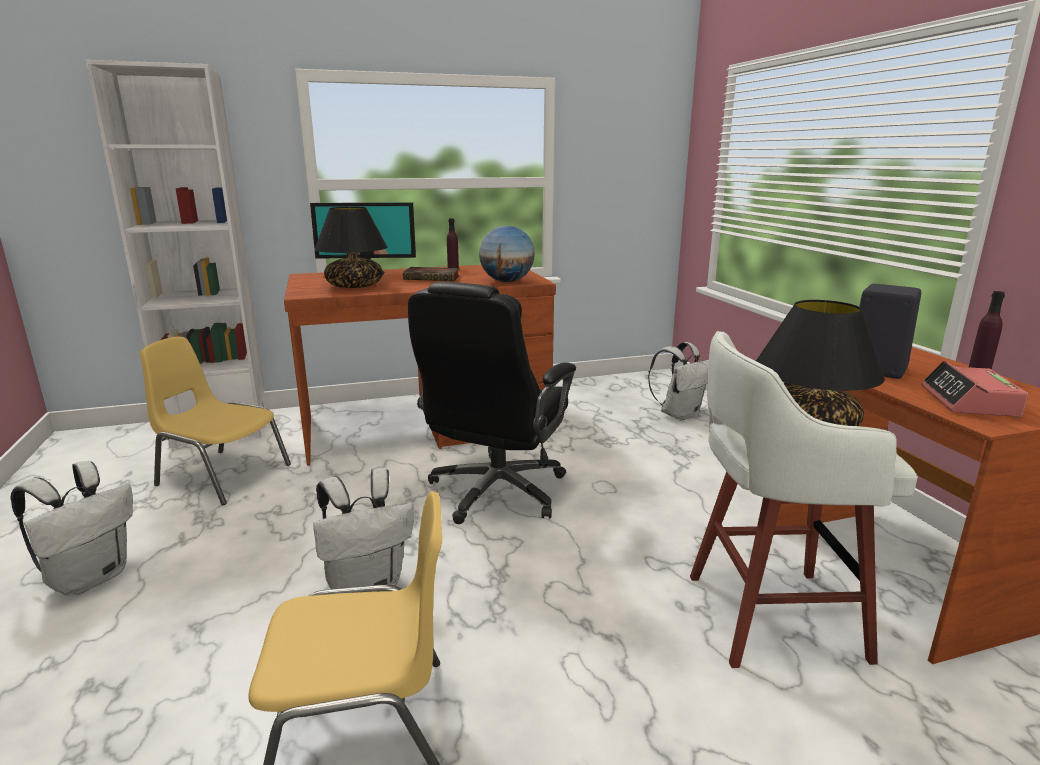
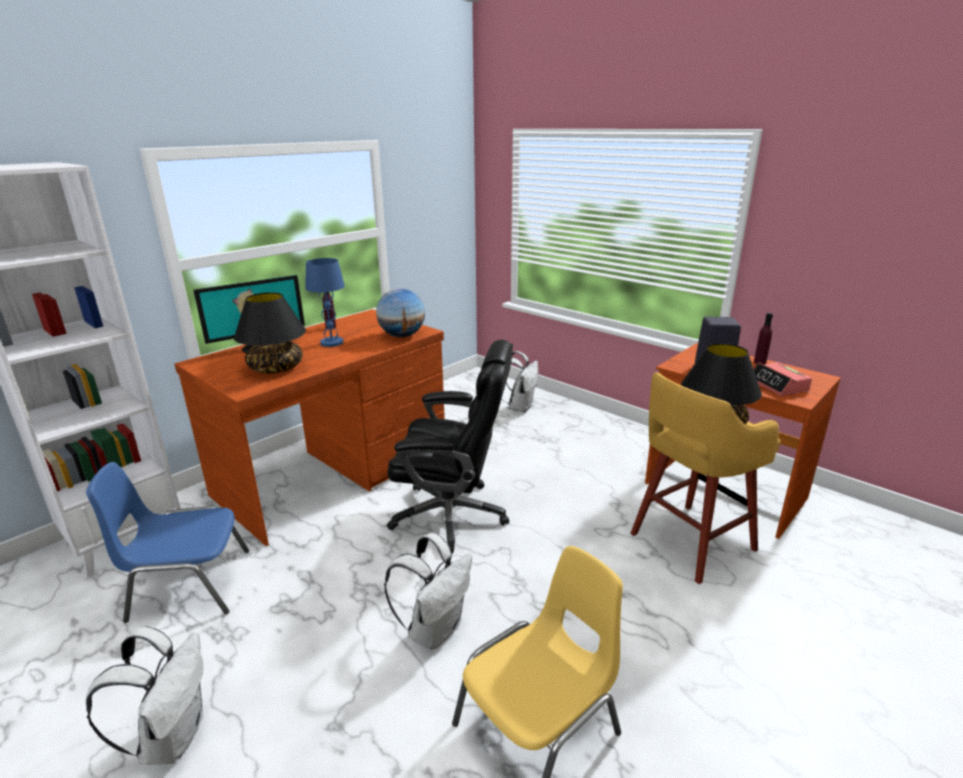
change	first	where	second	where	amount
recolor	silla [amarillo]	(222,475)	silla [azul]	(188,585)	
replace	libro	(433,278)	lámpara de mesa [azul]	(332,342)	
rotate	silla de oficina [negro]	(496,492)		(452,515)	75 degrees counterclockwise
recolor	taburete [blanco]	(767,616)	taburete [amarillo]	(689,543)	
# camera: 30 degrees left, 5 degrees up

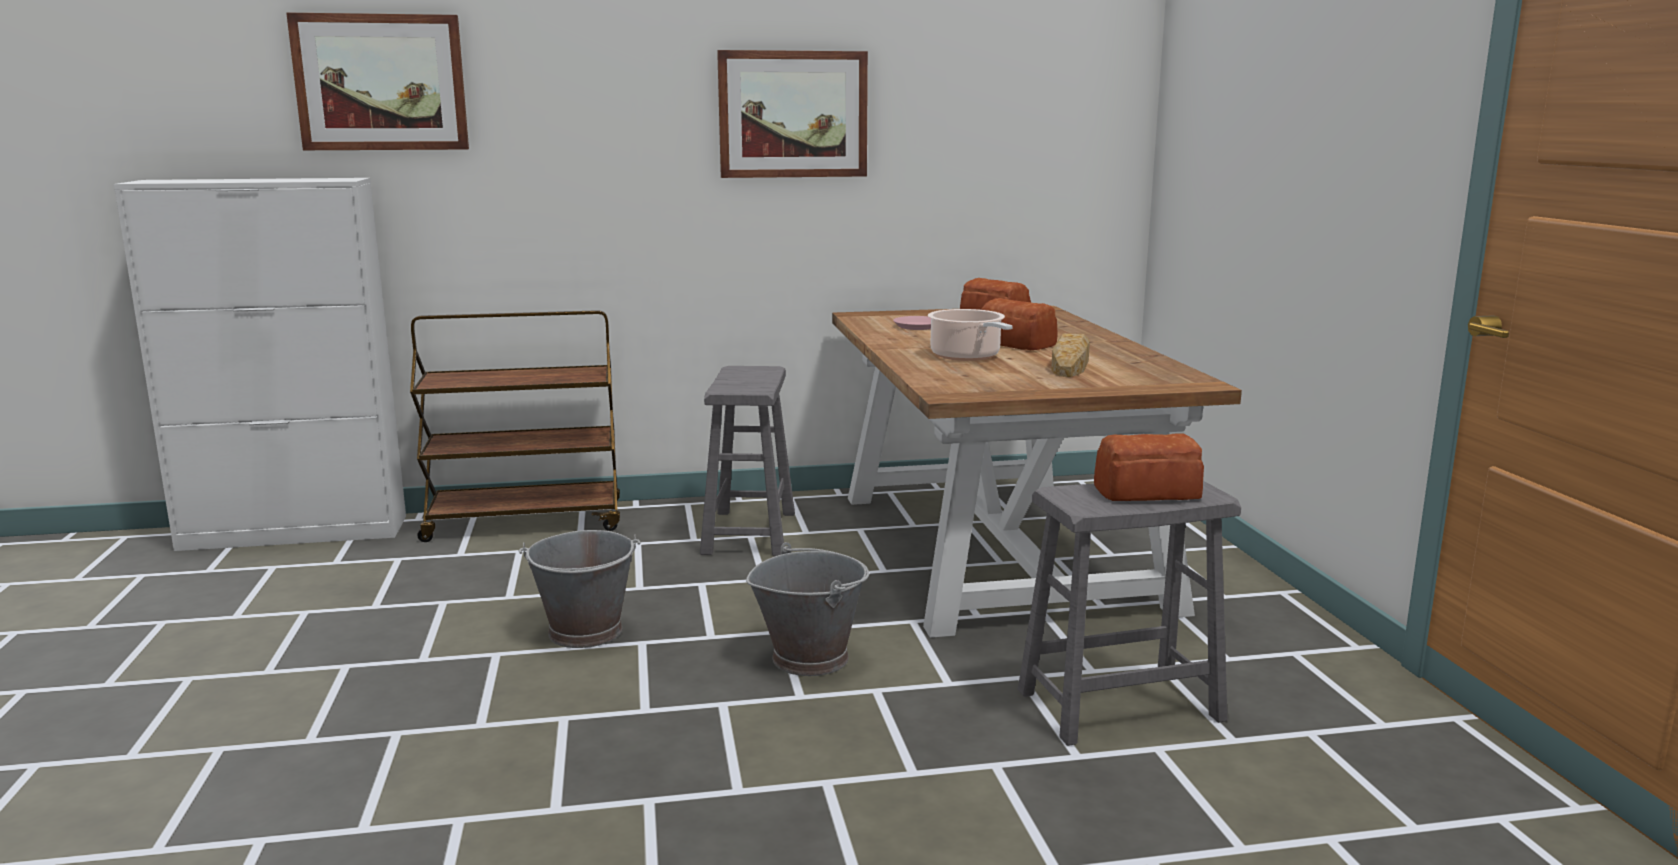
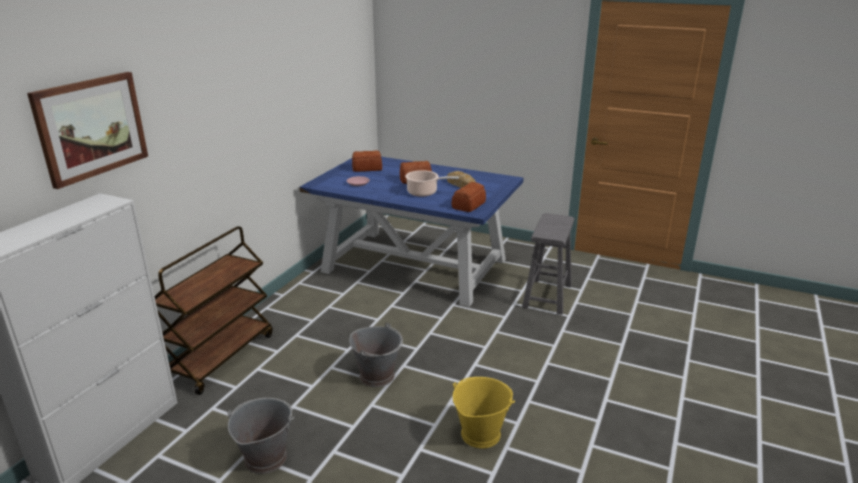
change	first	where	second	where	amount
delete	taburete [gris]	(749,533)			
delete	cuadro	(793,114)			
move	cubo [gris]	(810,657)		(265,457)	
recolor	mesa de comedor [marrón]	(999,550)	mesa de comedor [azul]	(415,265)	
move	pan	(1149,492)		(469,205)	
insert			cubo [amarillo]	(480,433)	
# camera: 55 degrees left, 10 degrees up

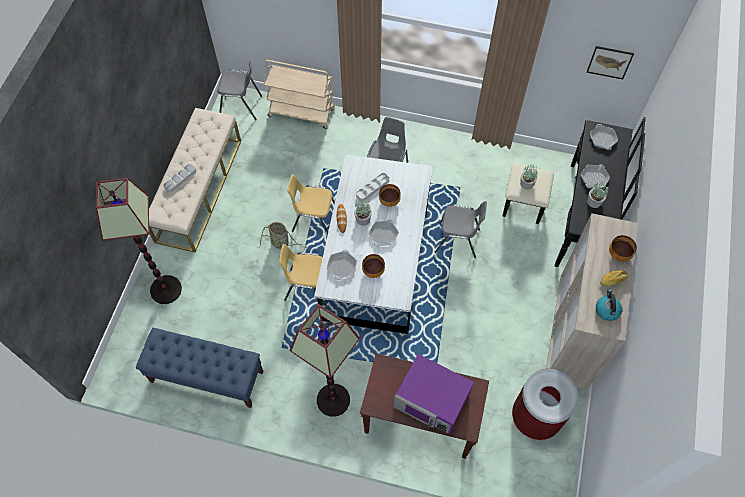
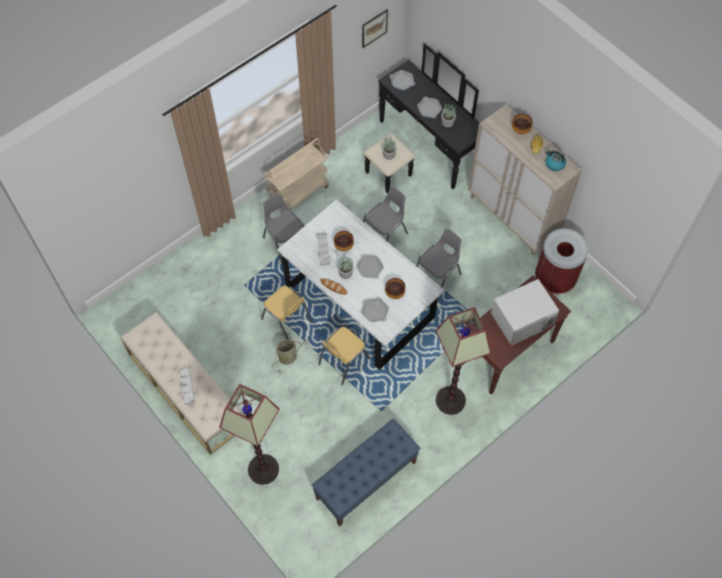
change	first	where	second	where	amount
move	silla [gris]	(241,106)		(437,277)	
move	carrito [beis]	(302,112)		(297,194)	
rotate	silla [amarillo]	(314,220)		(287,321)	90 degrees counterclockwise
recolor	microondas [morado]	(432,400)	microondas [blanco]	(523,318)	
# camera: 55 degrees left, 0 degrees up

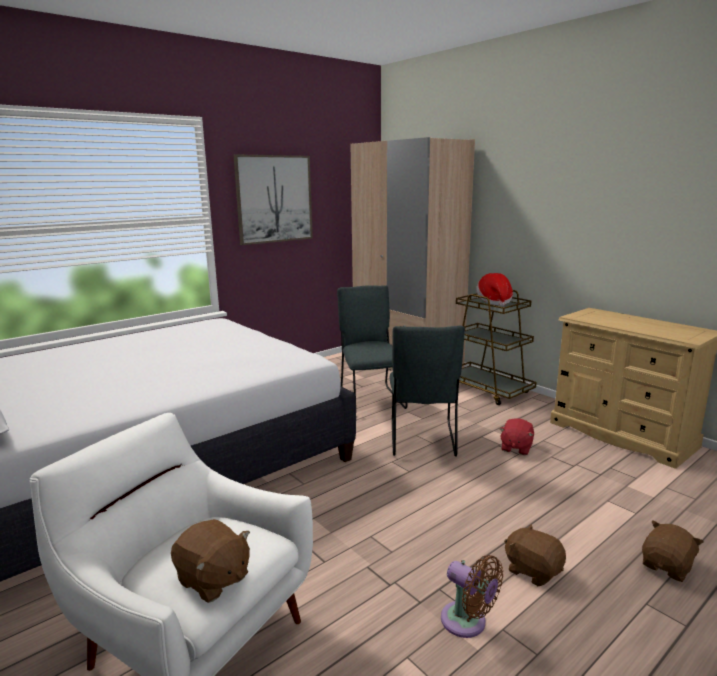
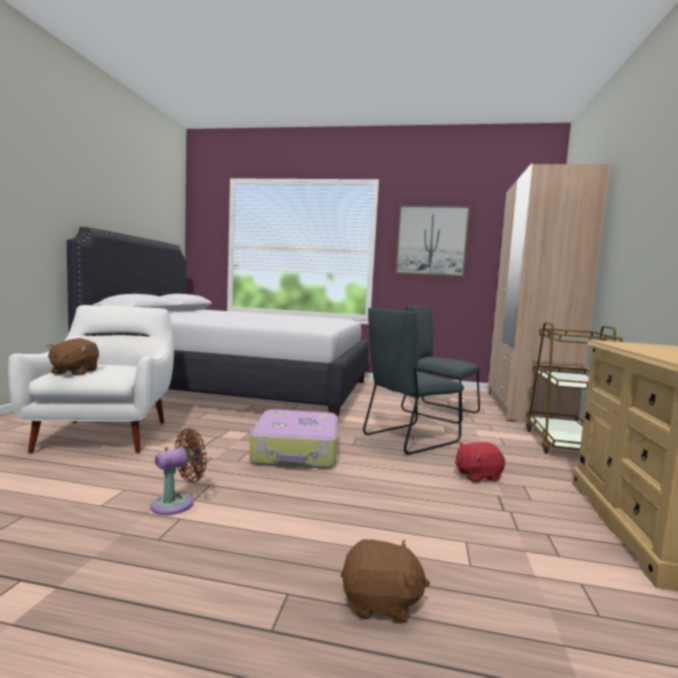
change	first	where	second	where	amount
rotate	silla [gris]	(371,399)		(436,411)	90 degrees counterclockwise
rotate	ventilador [marrón]	(467,623)		(177,503)	135 degrees counterclockwise
delete	sombrero	(494,302)			
delete	peluche [marrón]	(533,570)			
insert			maleta	(296,452)	
# camera: 50 degrees right, 10 degrees down

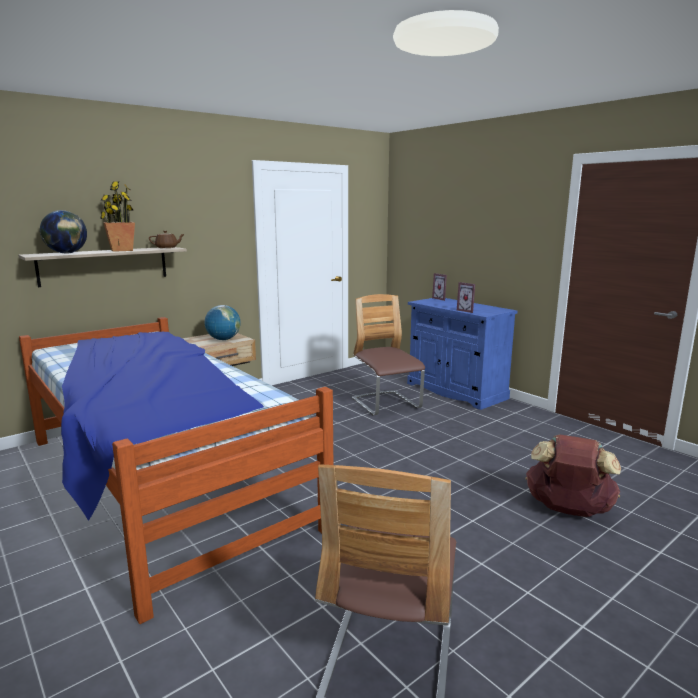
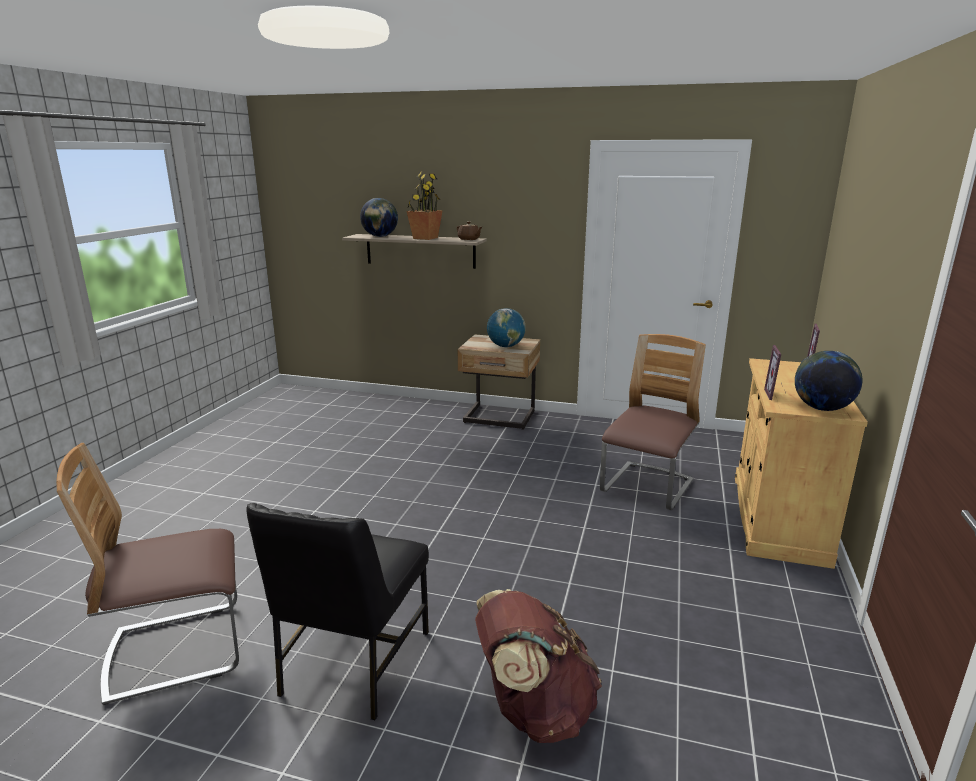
change	first	where	second	where	amount
delete	cama	(160,481)			
recolor	armario [azul]	(455,391)	armario [beis]	(777,518)	
insert			silla [negro]	(353,663)	
insert			globo terráqueo	(822,409)	
# camera: 55 degrees right, 5 degrees up

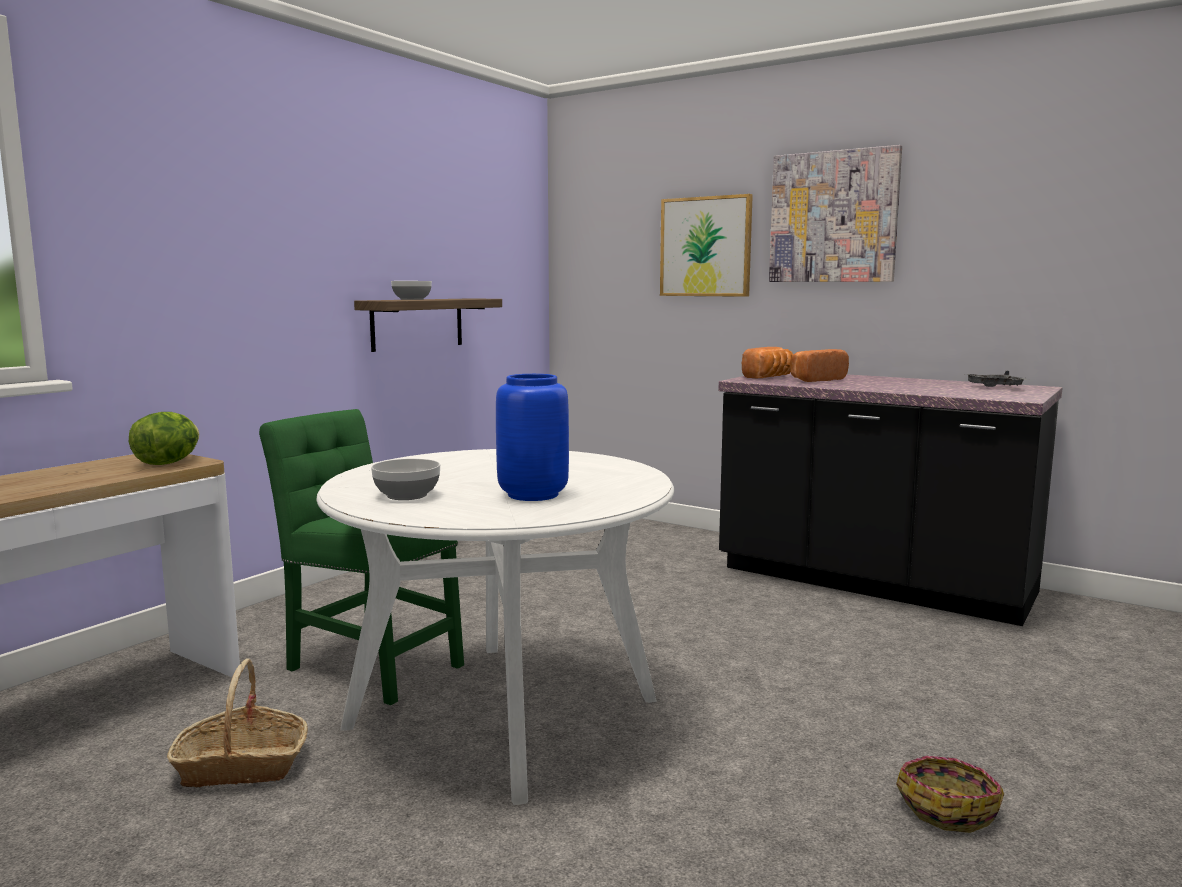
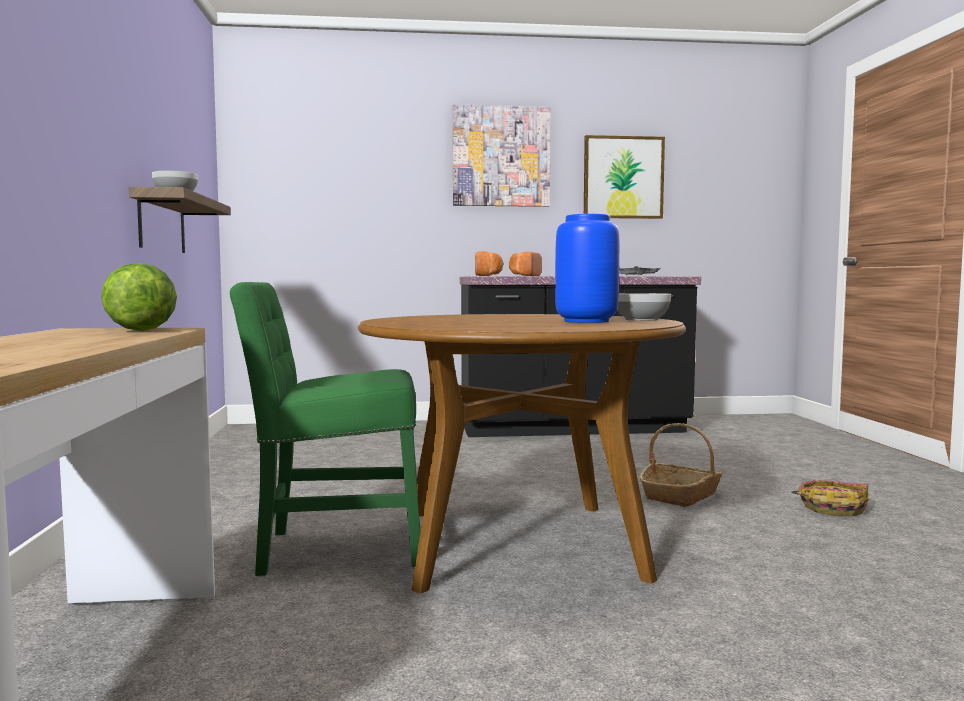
change	first	where	second	where	amount
move	cesta	(242,766)		(681,495)	
recolor	mesa de comedor [blanco]	(503,712)	mesa de comedor [marrón]	(519,543)	
move	cuenco	(406,495)		(642,319)	
move	cuadro	(705,247)		(623,177)	
# camera: 40 degrees left, 5 degrees down

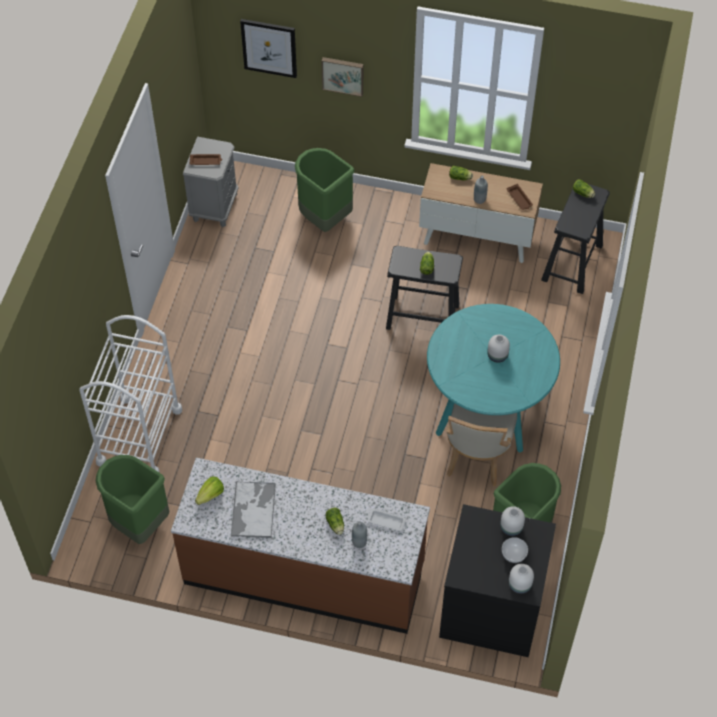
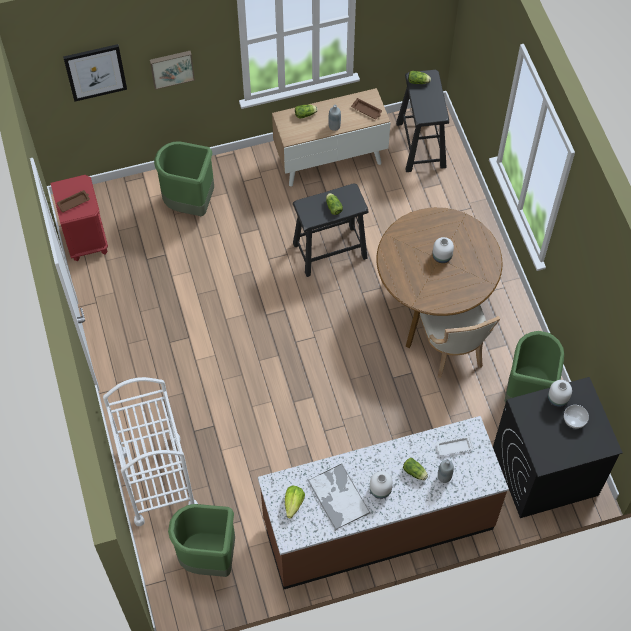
change	first	where	second	where	amount
recolor	mesita de noche [gris]	(214,206)	mesita de noche [rojo]	(86,239)	
recolor	mesa de comedor [turquesa]	(487,407)	mesa de comedor [marrón]	(432,303)	
move	florero [blanco]	(519,584)		(379,490)	
# camera: 30 degrees left, 5 degrees up

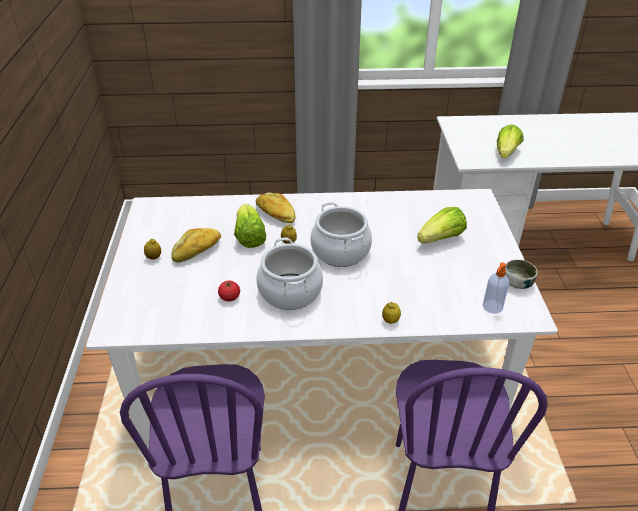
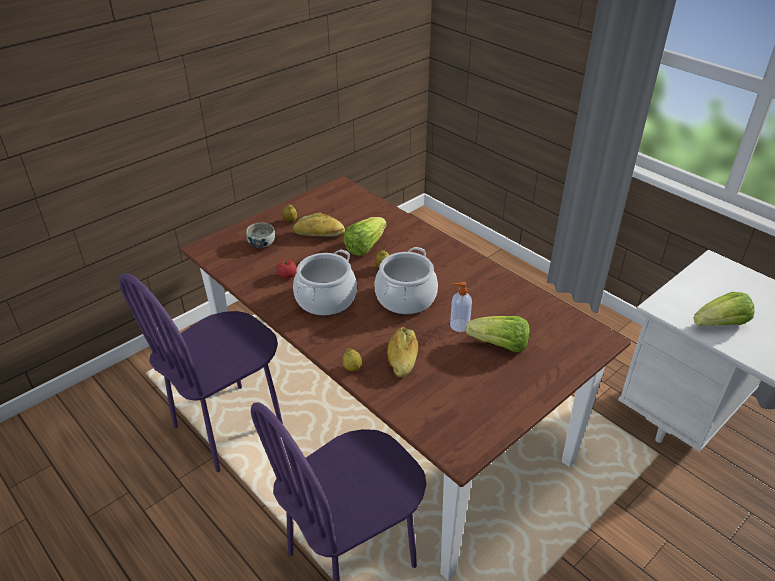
change	first	where	second	where	amount
recolor	mesa de comedor [blanco]	(319,372)	mesa de comedor [marrón]	(388,411)	
move	pan	(275,214)		(402,358)	
move	dispensador de jabón	(492,307)		(458,325)	
move	cuenco	(517,283)		(261,243)	
# camera: 50 degrees right, 0 degrees up

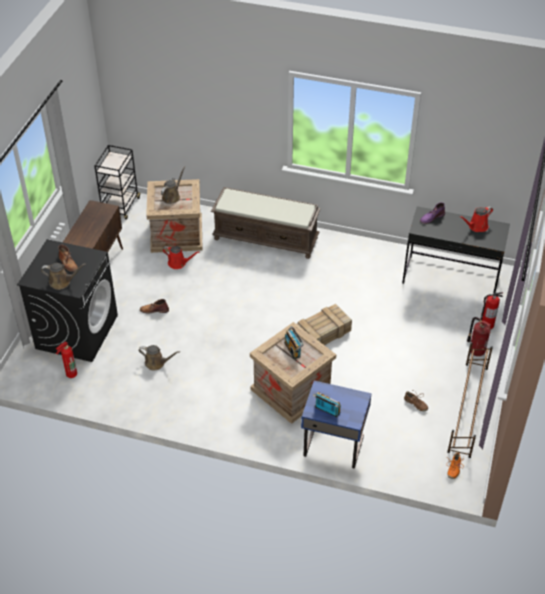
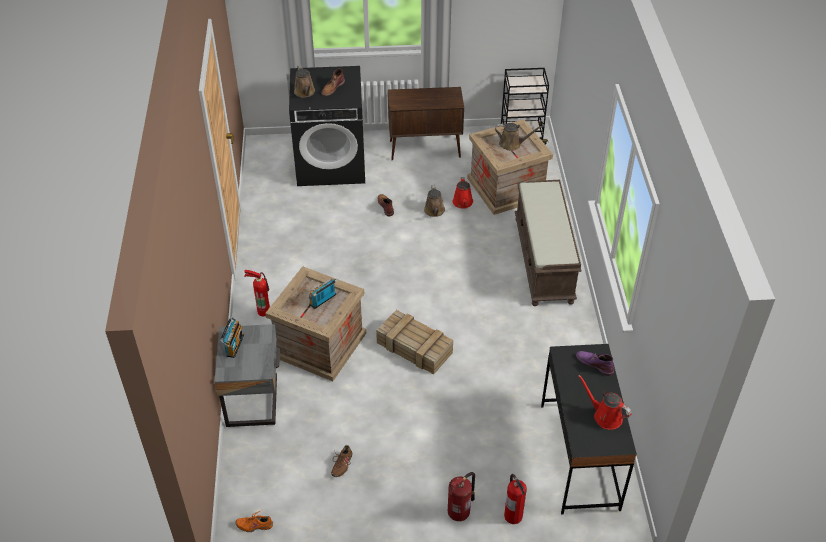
change	first	where	second	where	amount
move	extintor	(70,374)		(263,310)	
move	regadera [marrón]	(157,363)		(434,211)	
recolor	mesita de noche [azul]	(333,444)	mesita de noche [gris]	(254,400)	
delete	zapatero [marrón]	(467,409)			
# camera: 70 degrees right, 0 degrees up

